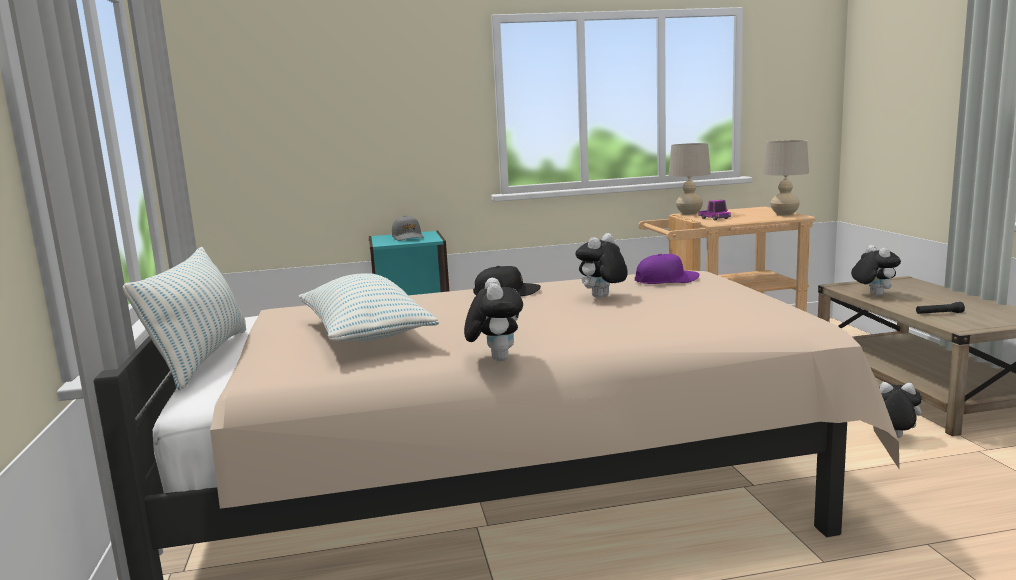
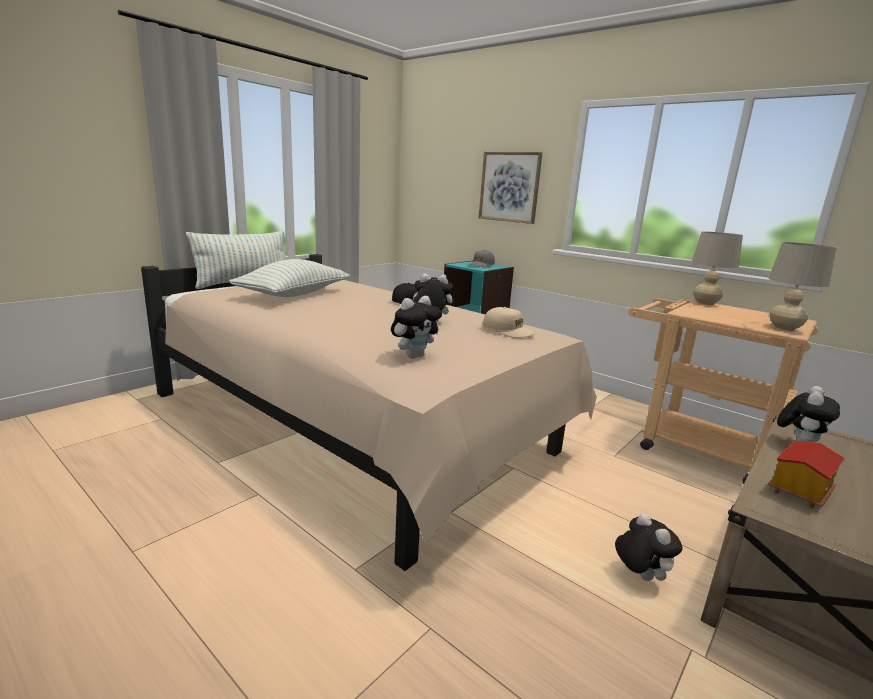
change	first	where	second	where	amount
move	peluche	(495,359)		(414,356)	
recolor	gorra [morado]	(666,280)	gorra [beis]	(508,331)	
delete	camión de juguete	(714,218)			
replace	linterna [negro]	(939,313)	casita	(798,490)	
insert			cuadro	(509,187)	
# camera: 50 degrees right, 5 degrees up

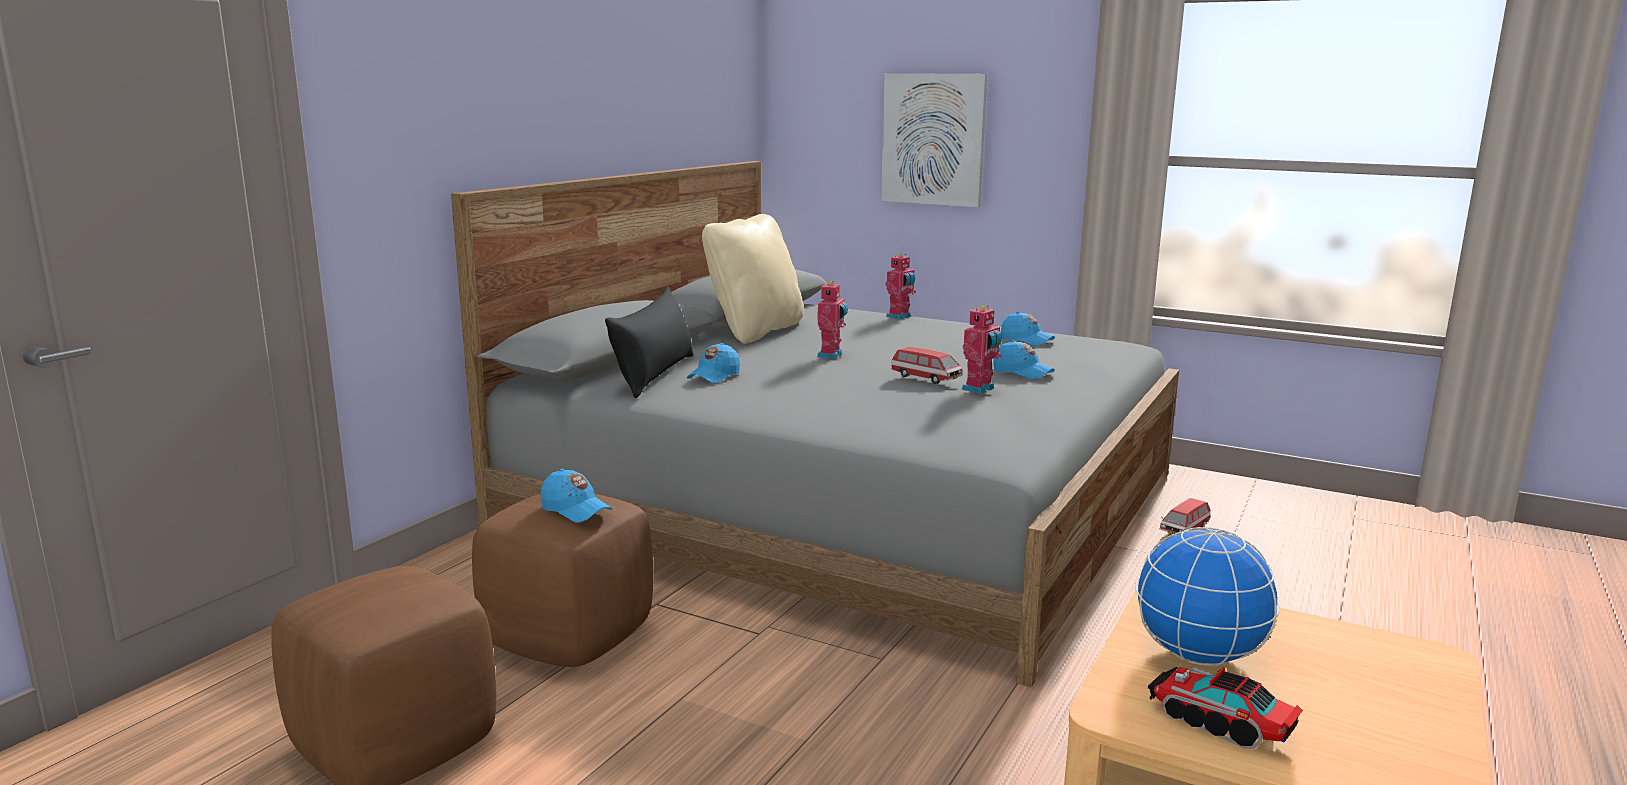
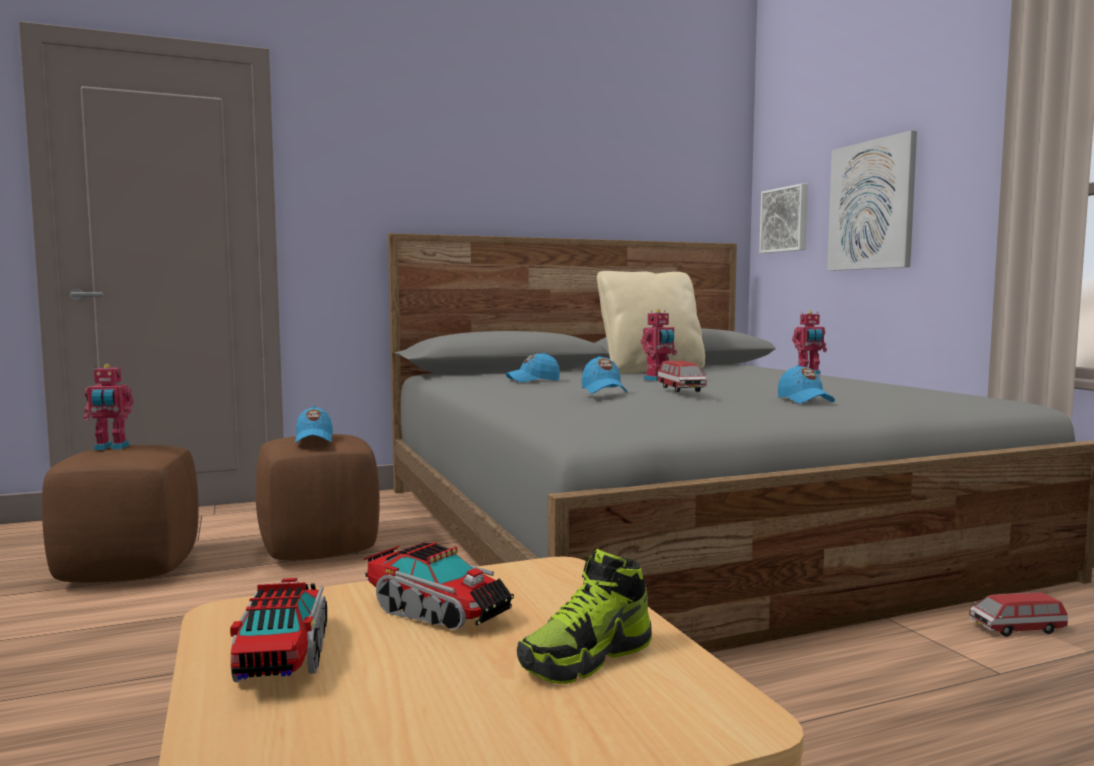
change	first	where	second	where	amount
delete	cojín [negro]	(654,375)			
move	robot de juguete	(980,389)		(111,448)	
move	gorra [azul]	(1026,340)		(603,391)	
replace	globo terráqueo	(1197,656)	camión de juguete	(436,611)	
insert			zapato	(587,658)	
insert			cuadro	(785,219)	
# camera: 40 degrees right, 10 degrees down

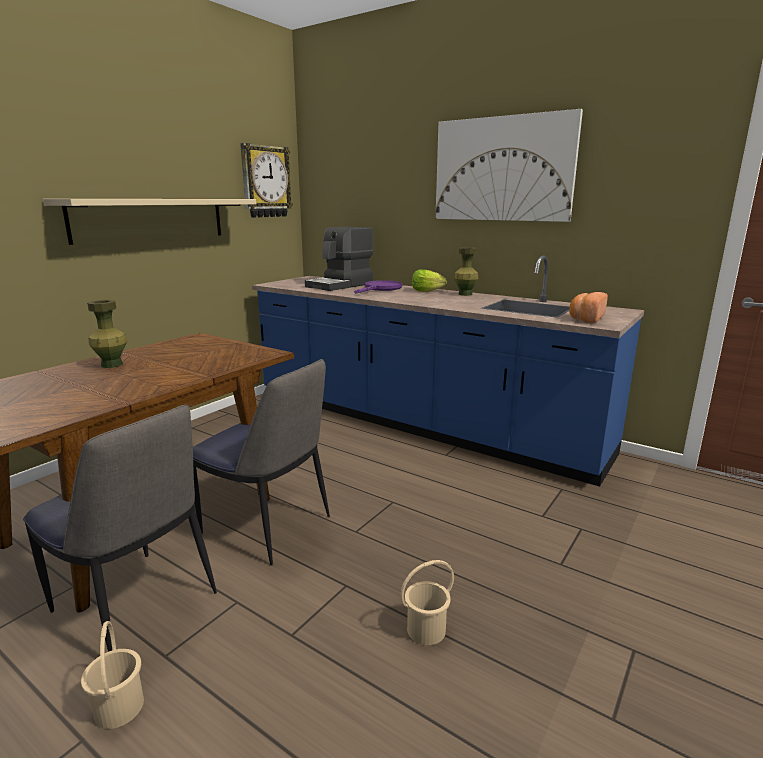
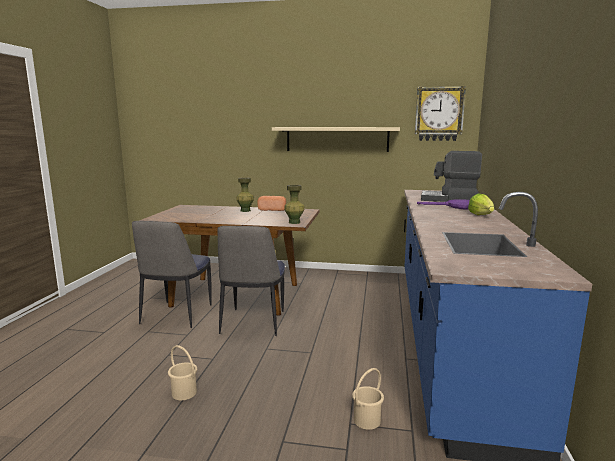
change	first	where	second	where	amount
move	cubo [beis]	(120,707)		(367,420)	
delete	cuadro	(503,169)			
move	florero [verde]	(465,294)		(294,222)	
move	pan	(585,319)		(273,209)	
# camera: 65 degrees right, 5 degrees down

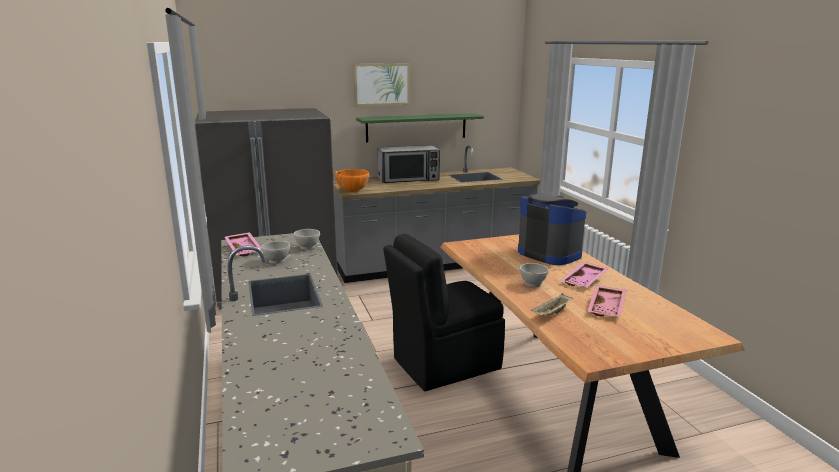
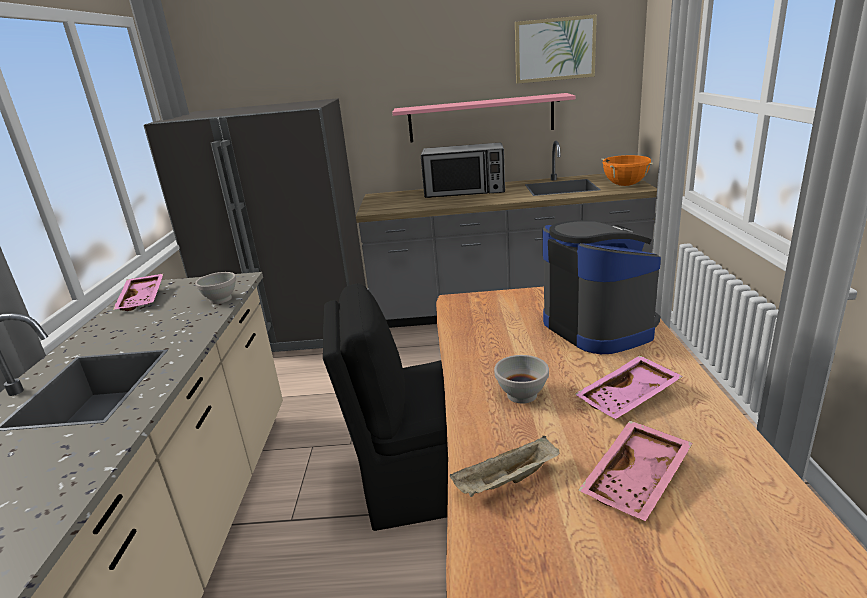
change	first	where	second	where	amount
delete	cuenco [blanco]	(276,261)			
move	olla [naranja]	(352,191)		(625,185)	
move	cuadro	(381,84)		(554,49)	
recolor	estante [verde]	(416,127)	estante [rosa]	(481,118)	
# camera: 20 degrees right, 5 degrees up

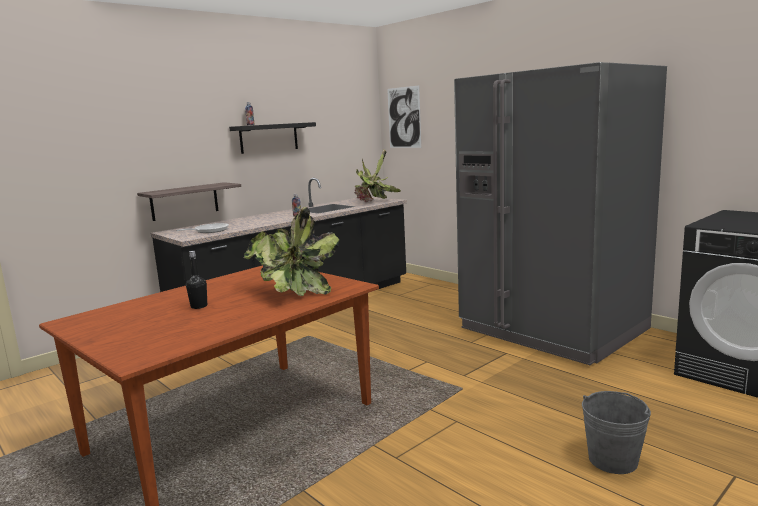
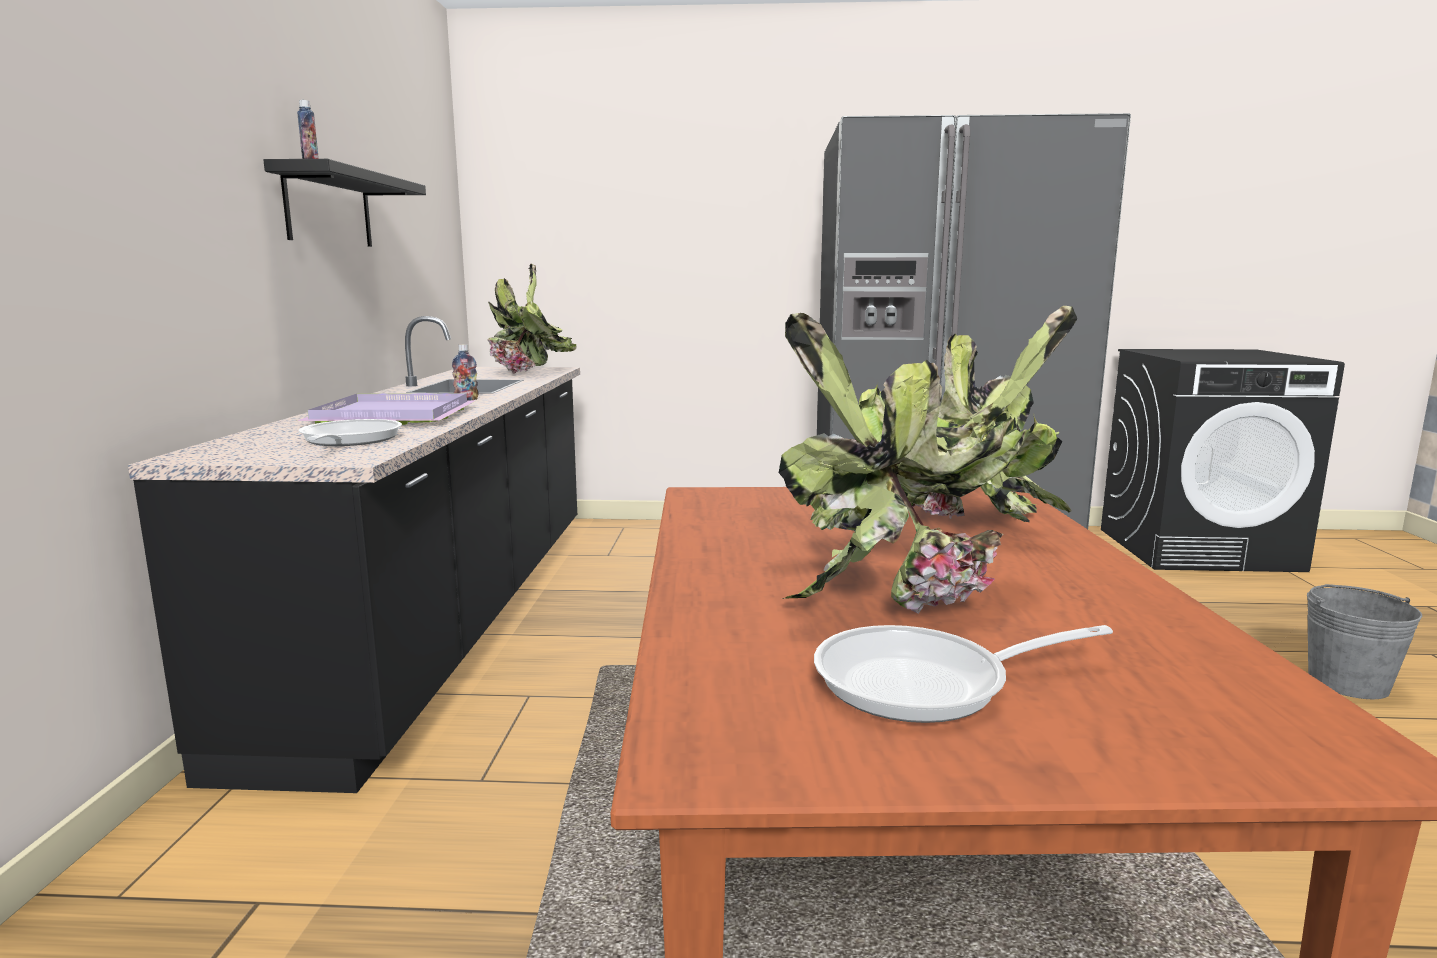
change	first	where	second	where	amount
delete	estante	(184,201)			
replace	botella [negro]	(199,306)	planta en maceta	(902,594)	
delete	cuadro	(404,117)			
insert			bandeja [morado]	(390,416)	
insert			sartén	(927,684)	
# camera: 45 degrees left, 0 degrees up

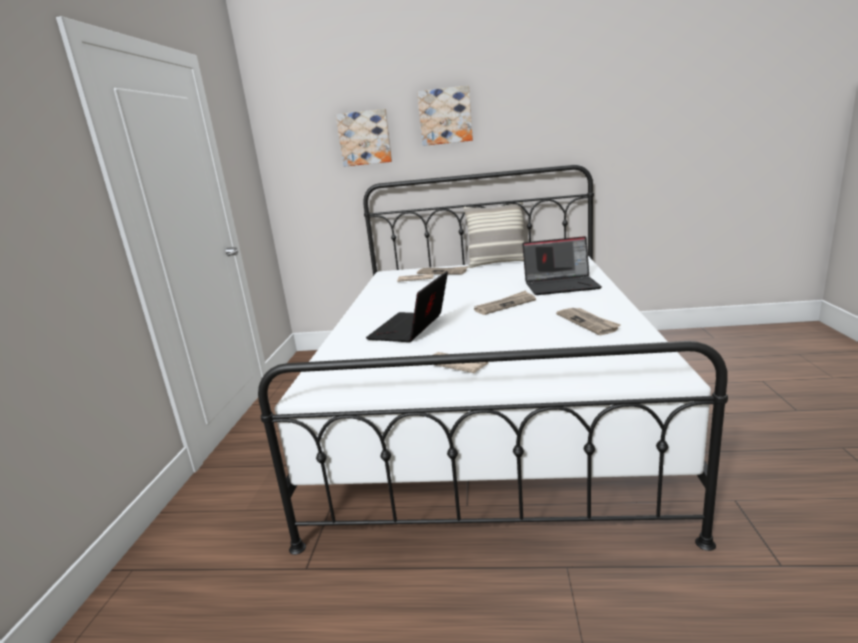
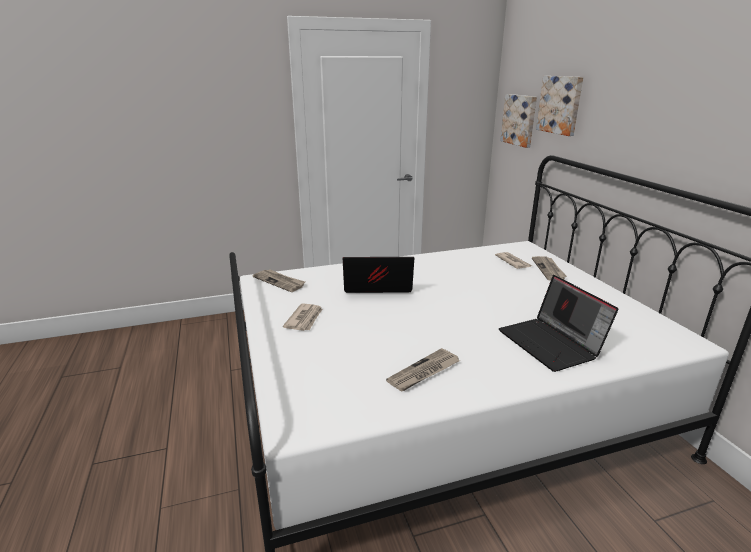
change	first	where	second	where	amount
move	cuadro	(445,116)		(520,120)	
delete	cojín	(497,263)			
move	periódico	(505,305)		(279,281)	
# camera: 65 degrees right, 5 degrees up

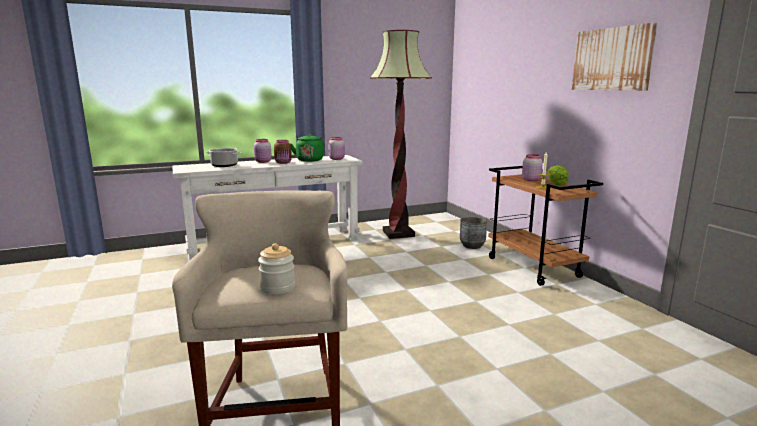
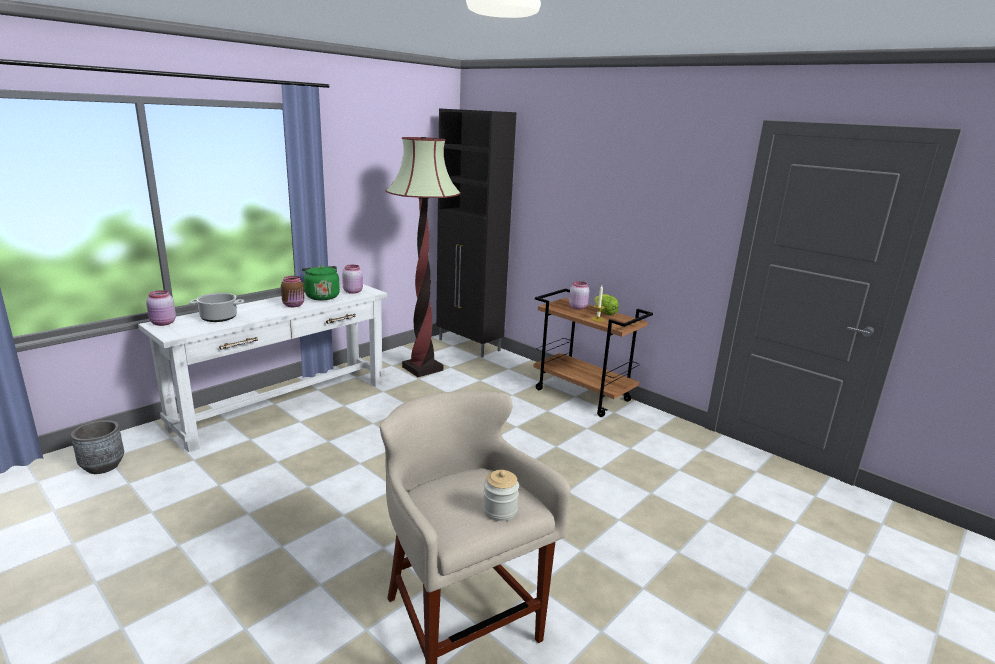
change	first	where	second	where	amount
move	tarro [rosa]	(263,162)		(163,323)	
move	maceta [gris]	(472,246)		(103,466)	
delete	cuadro	(612,59)			
insert			armario [negro]	(469,345)	
# camera: 25 degrees left, 5 degrees up

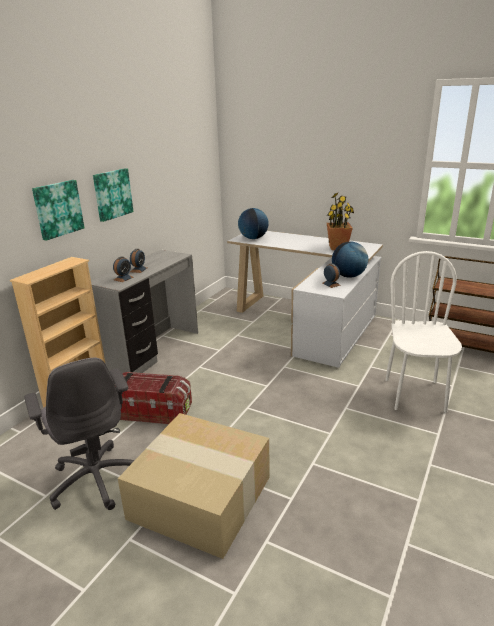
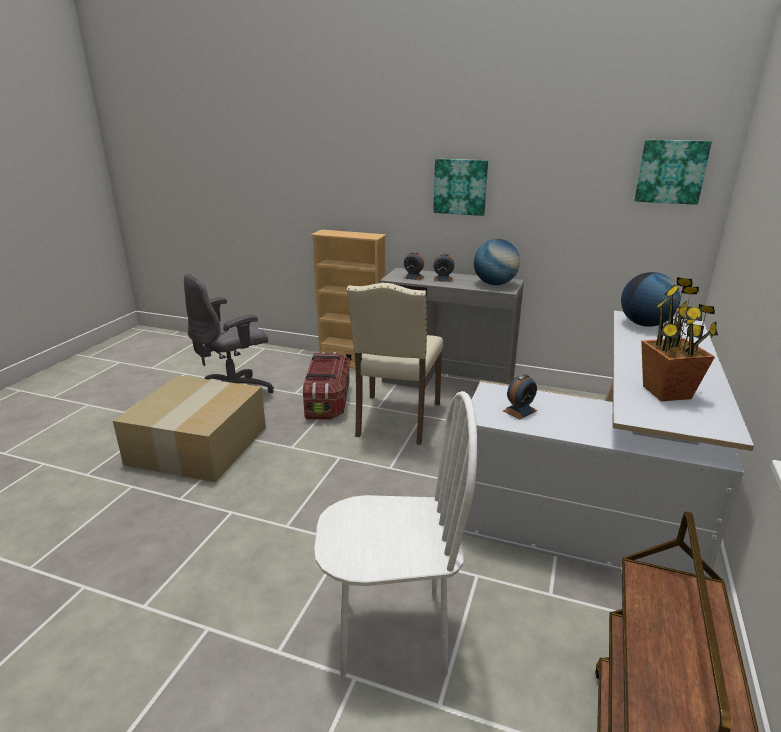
change	first	where	second	where	amount
move	cuadro	(57,209)		(671,171)	
move	globo terráqueo	(348,276)		(494,284)	
insert			silla [beis]	(396,420)	
# camera: 80 degrees right, 0 degrees up

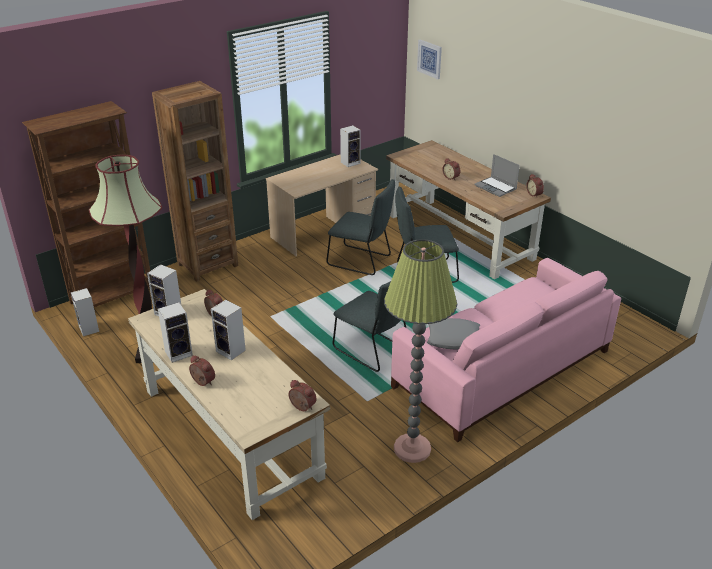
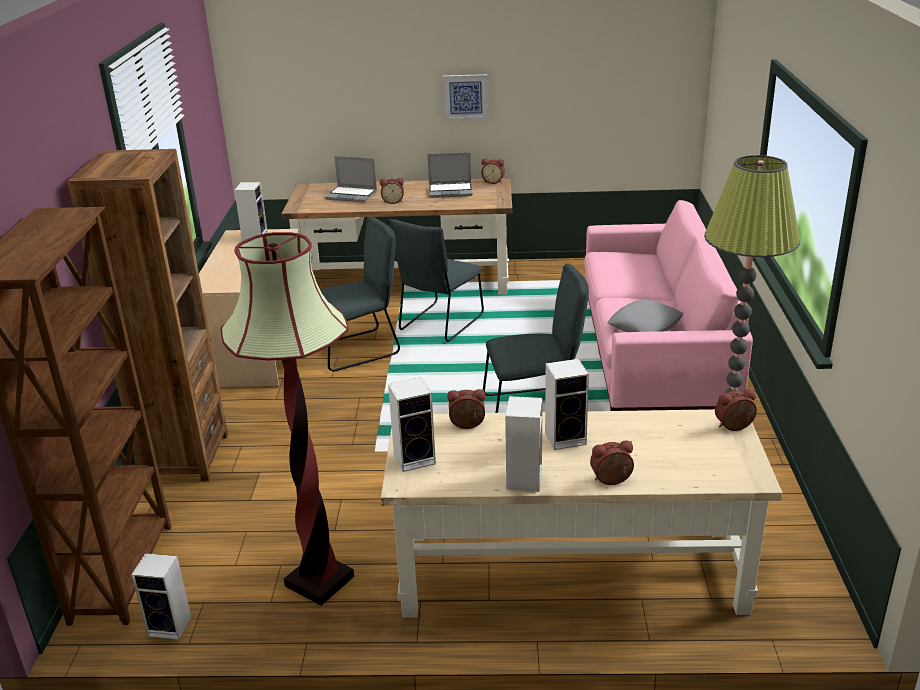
change	first	where	second	where	amount
move	cuadro	(429,59)		(465,97)	
insert			portátil	(352,195)	
# camera: 50 degrees left, 5 degrees down

